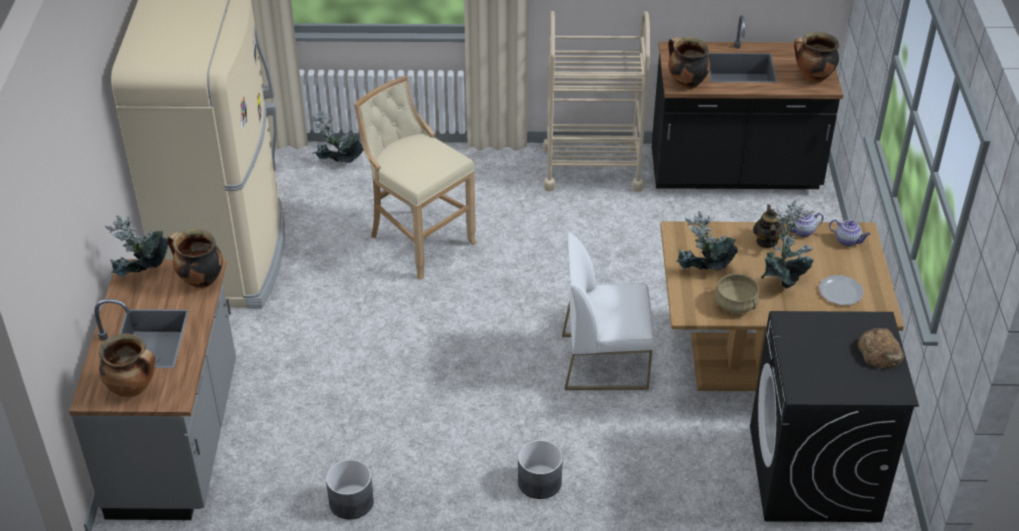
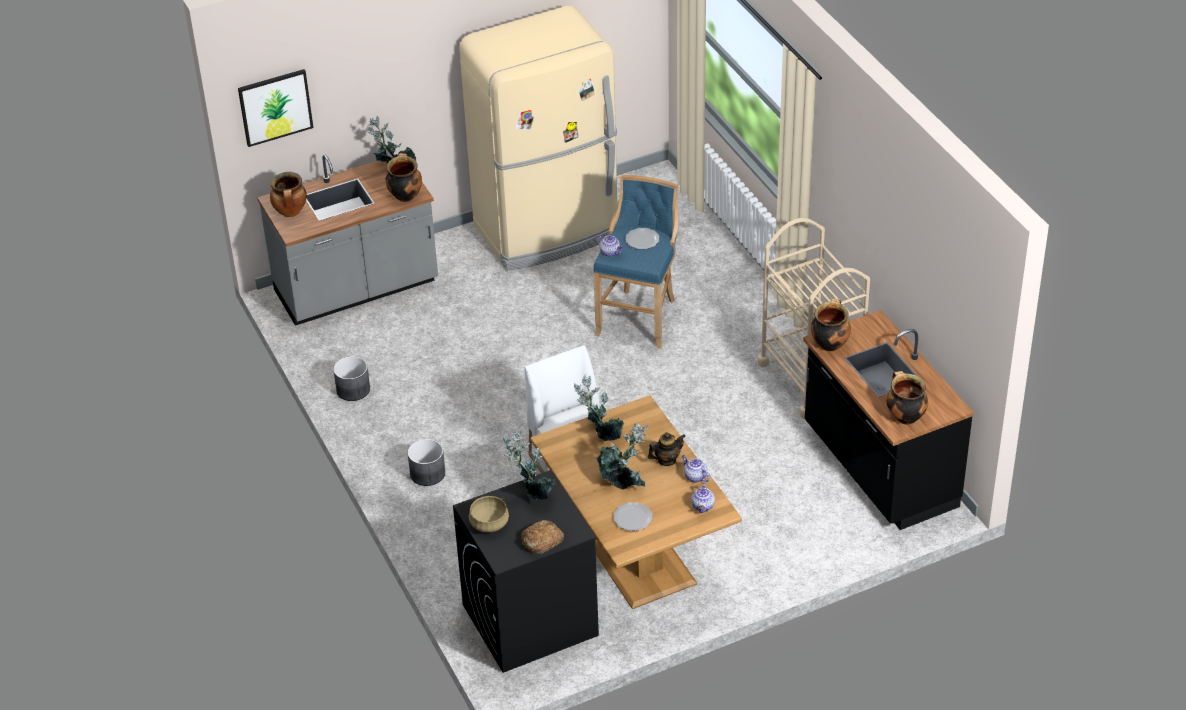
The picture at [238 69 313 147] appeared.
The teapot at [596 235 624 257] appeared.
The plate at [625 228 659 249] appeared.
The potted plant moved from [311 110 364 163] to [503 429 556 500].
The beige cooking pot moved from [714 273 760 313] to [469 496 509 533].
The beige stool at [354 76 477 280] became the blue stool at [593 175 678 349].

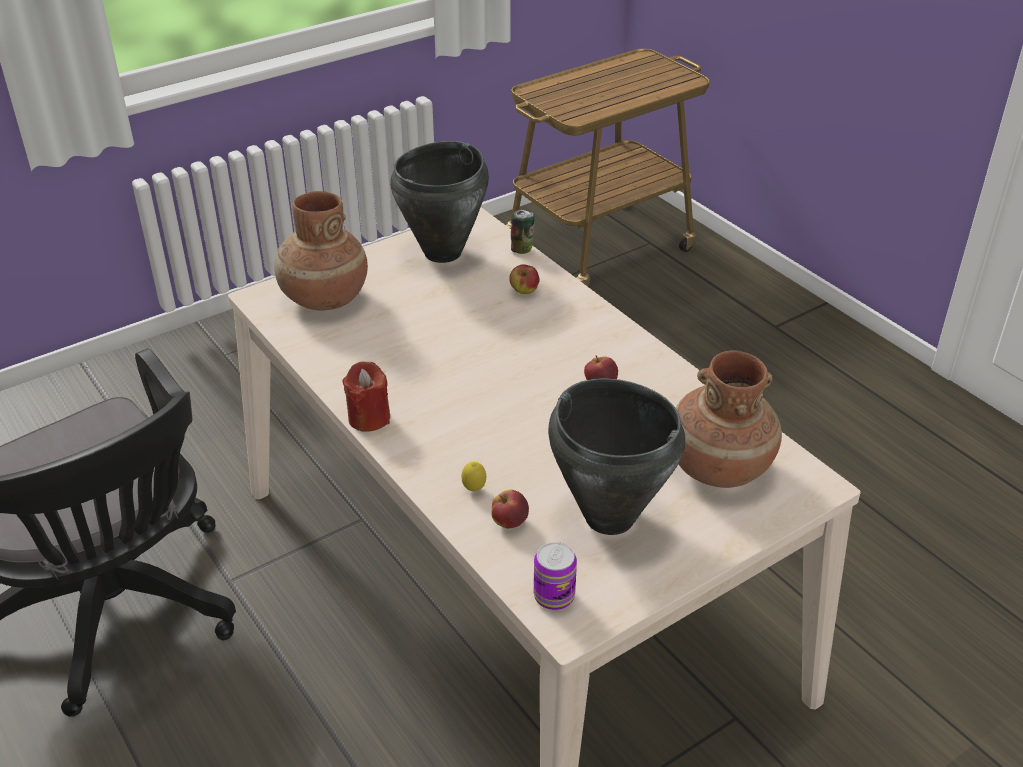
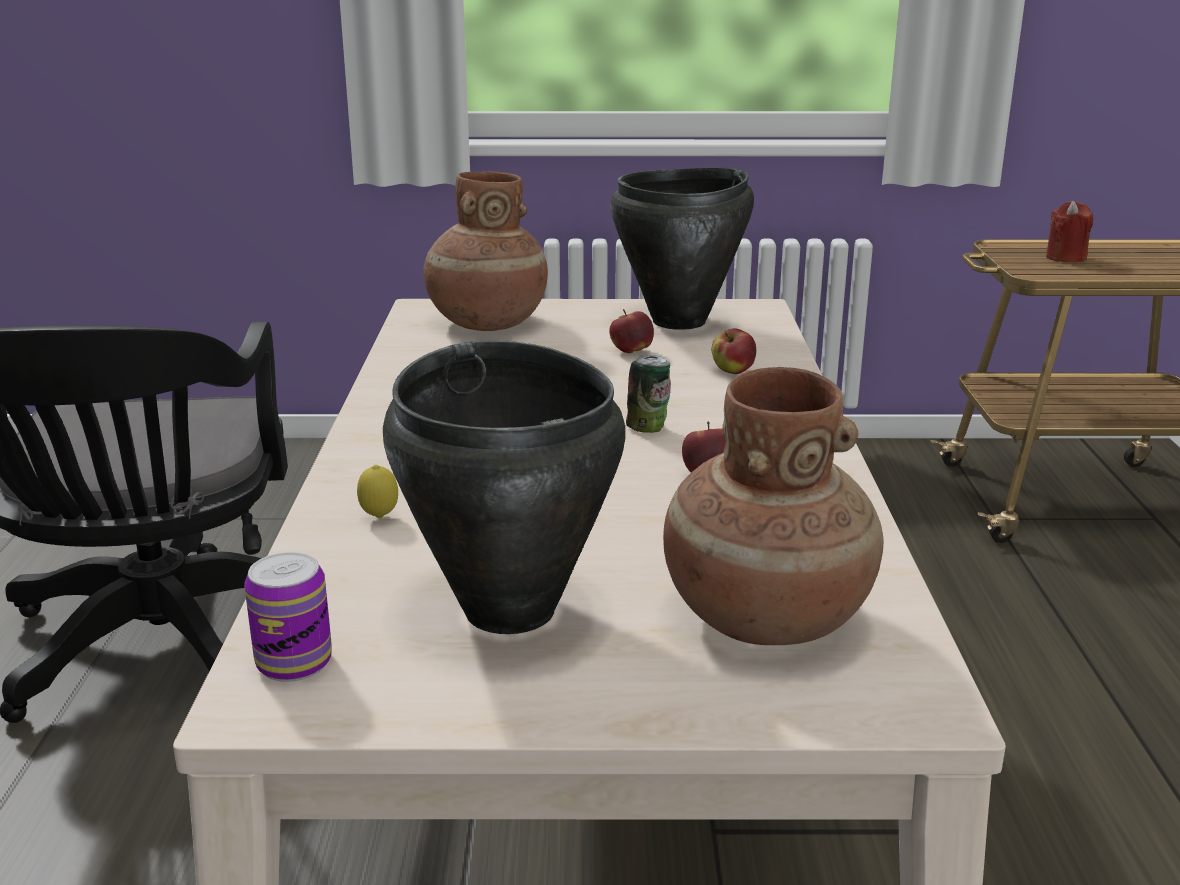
The red candle moved from [342 361 390 432] to [1046 200 1093 262].
The apple moved from [491 490 529 528] to [609 309 654 353].
The can moved from [511 210 535 254] to [626 355 671 433].

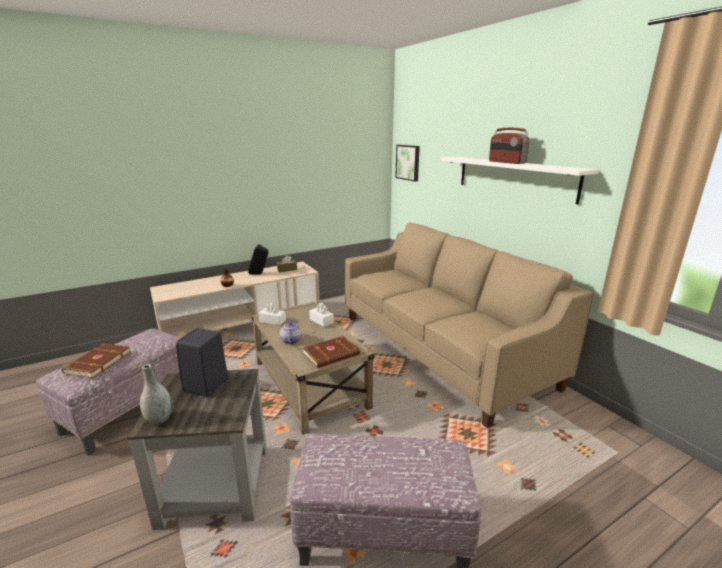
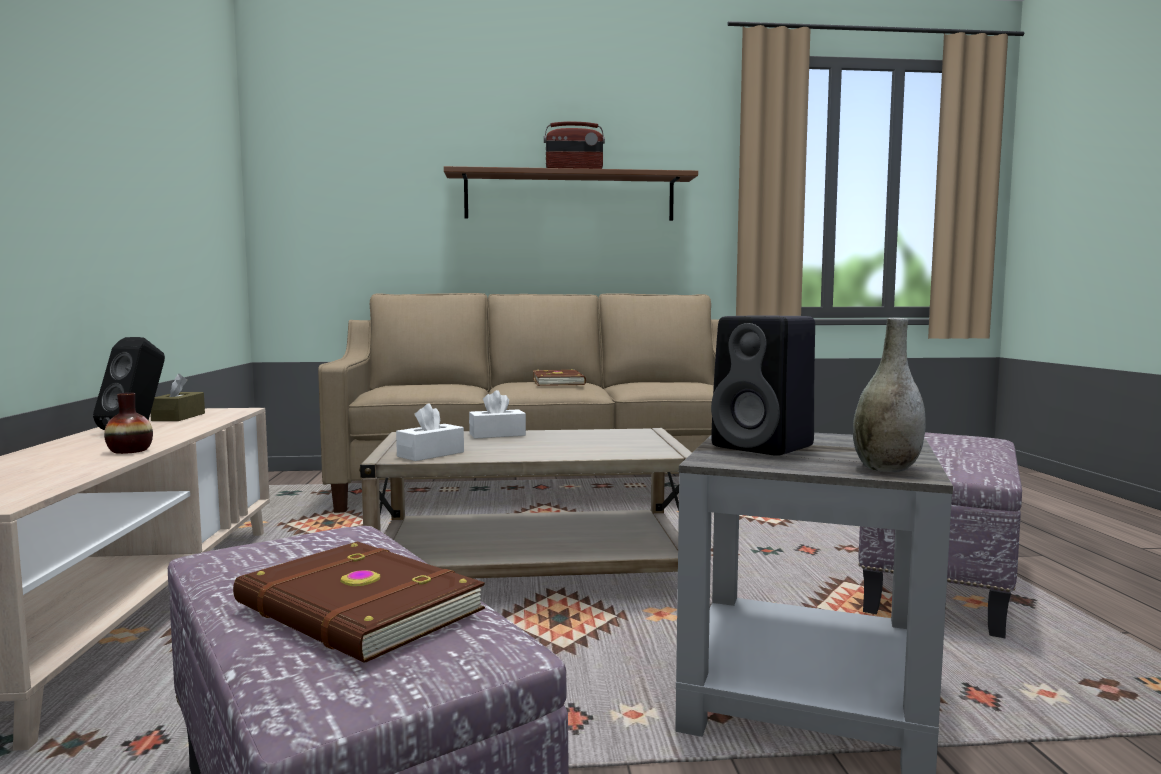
The teapot at [280 319 302 344] disappeared.
The picture at [395 145 420 182] disappeared.
The brown book moved from [303 336 360 368] to [533 369 586 386].
The white shelf at [440 157 599 204] became the brown shelf at [444 166 698 221].

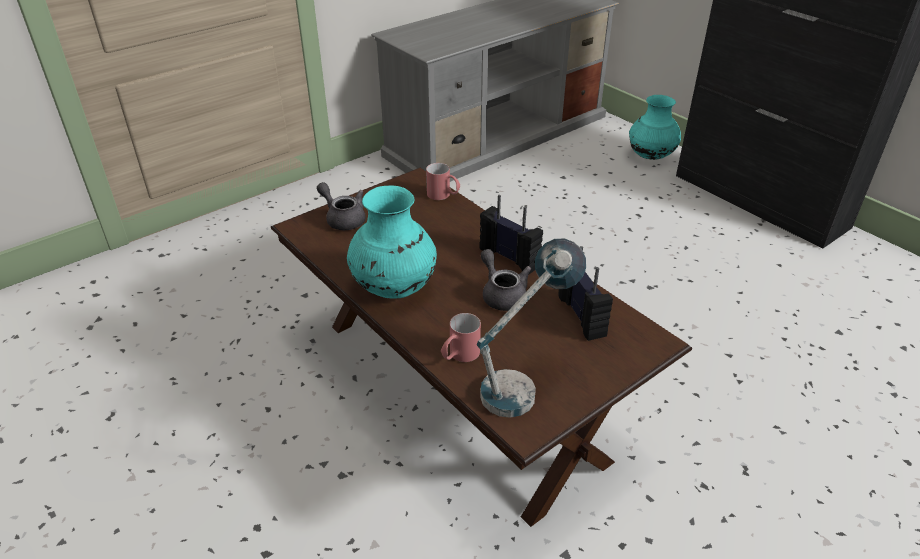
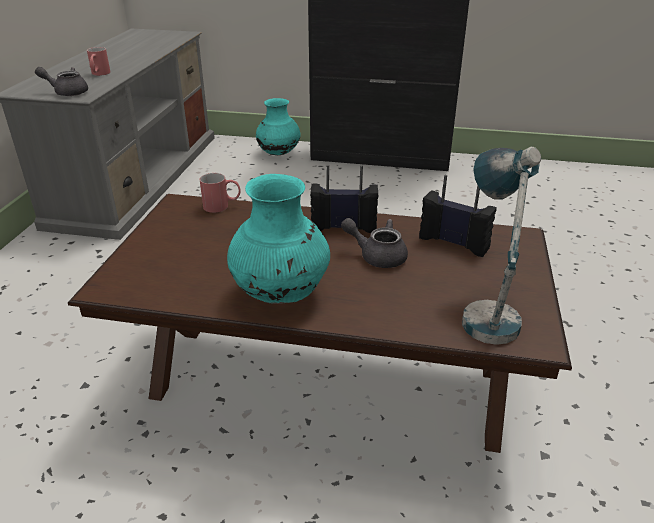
The grey teapot moved from [317 182 366 230] to [35 67 88 96].
The red mug moved from [441 313 481 362] to [87 47 110 76].

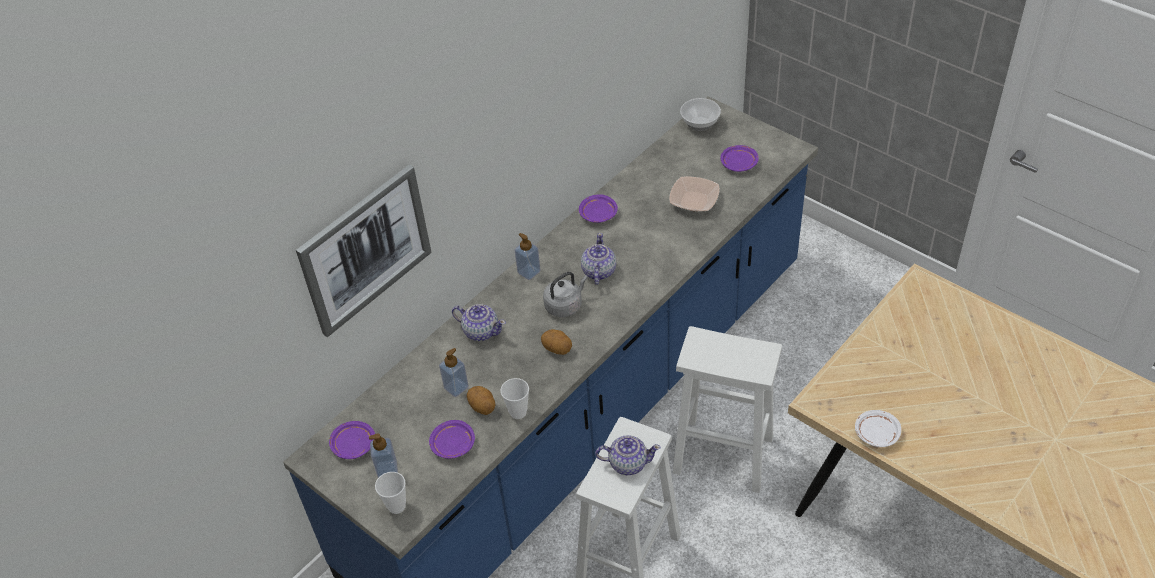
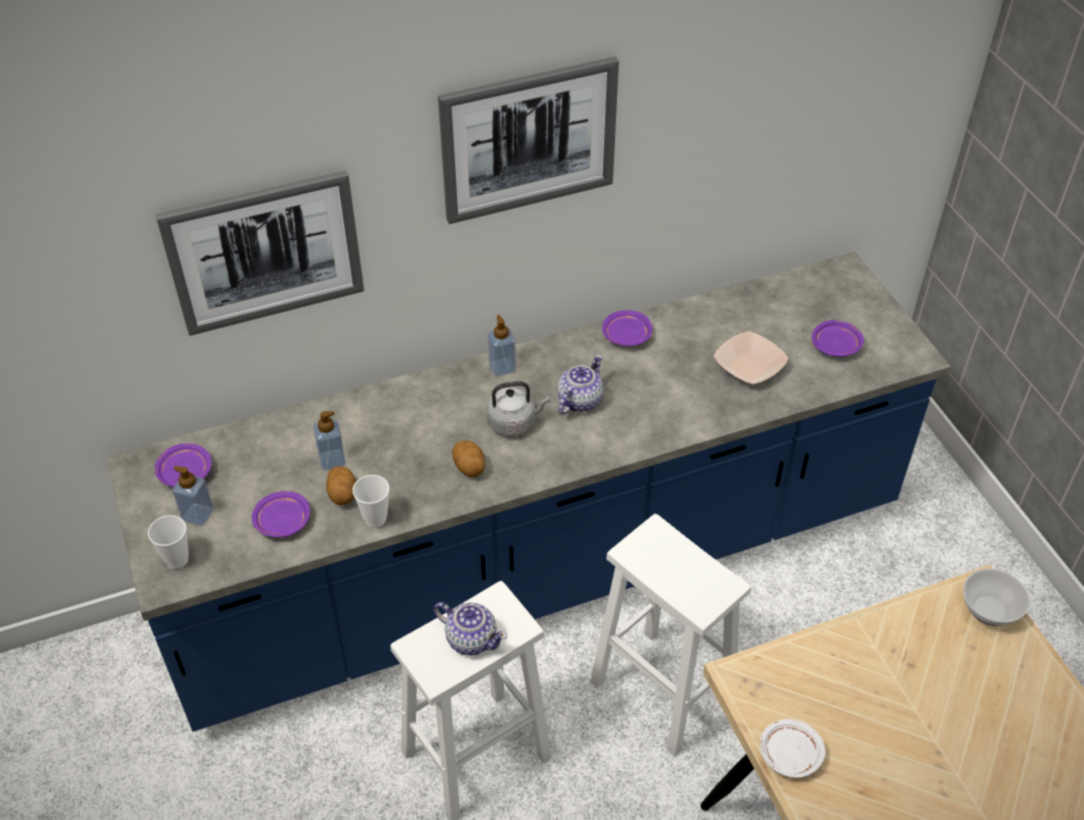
The teapot at [452 304 506 341] disappeared.
The picture at [438 56 619 224] appeared.
The bowl moved from [680 98 721 131] to [963 569 1030 626].

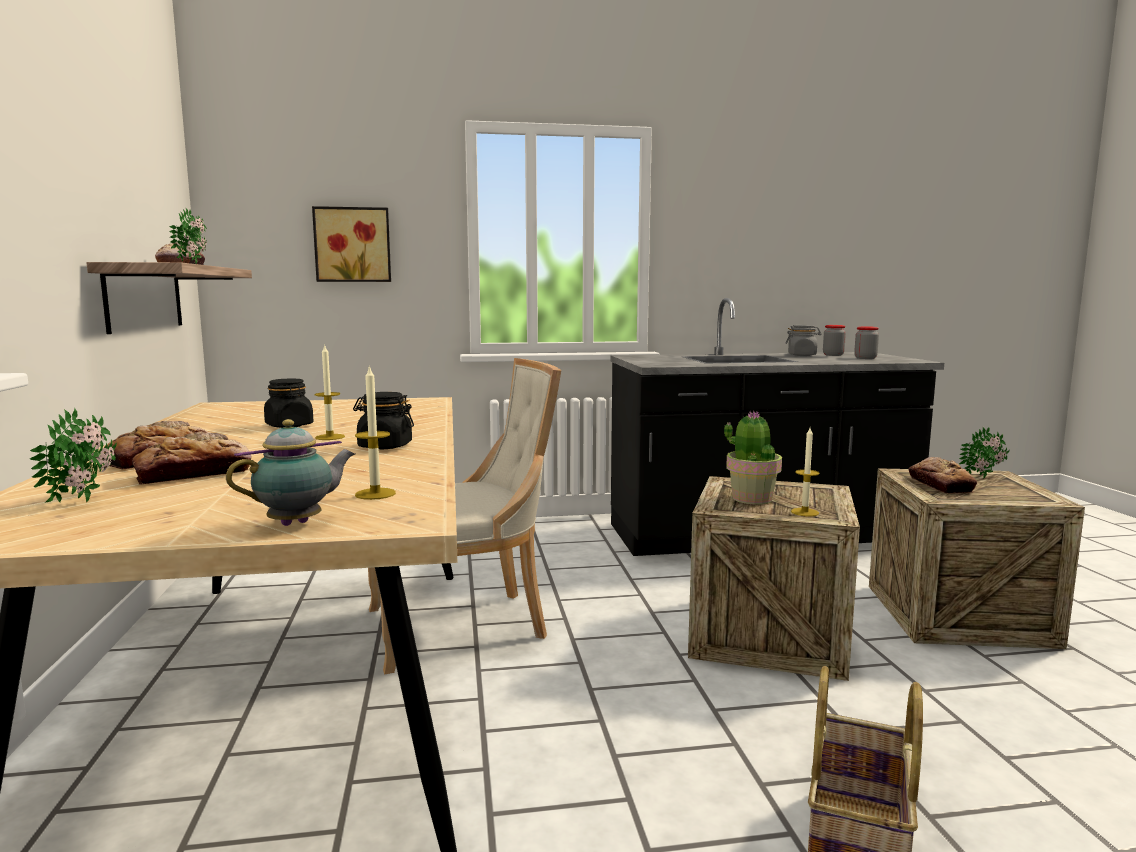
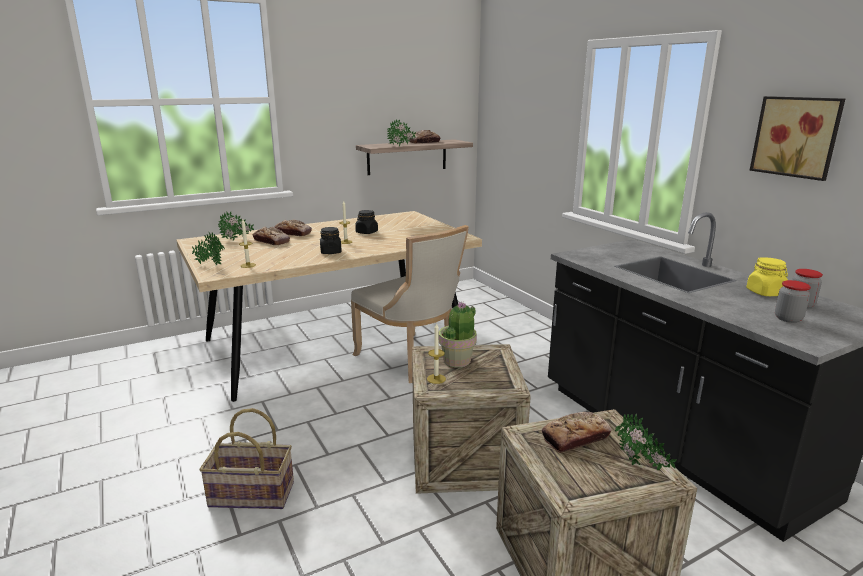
The picture moved from [312 206 391 282] to [749 96 845 181].
The teapot at [226 419 355 526] was replaced by the potted plant at [192 232 225 265].
The grey jar at [786 325 821 356] became the yellow jar at [746 257 788 296].

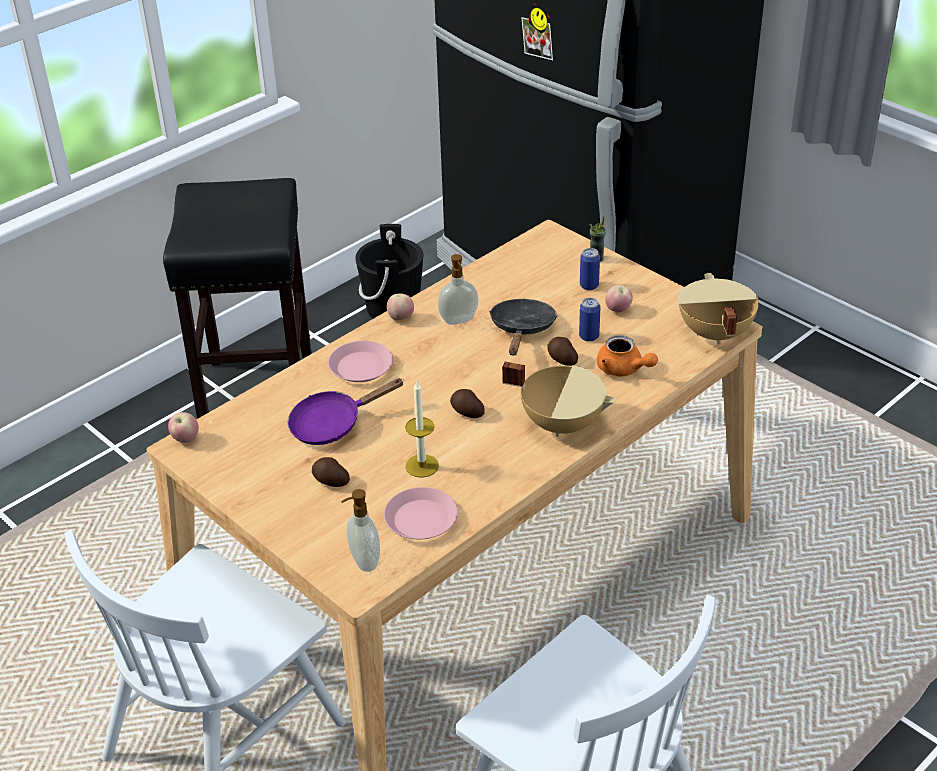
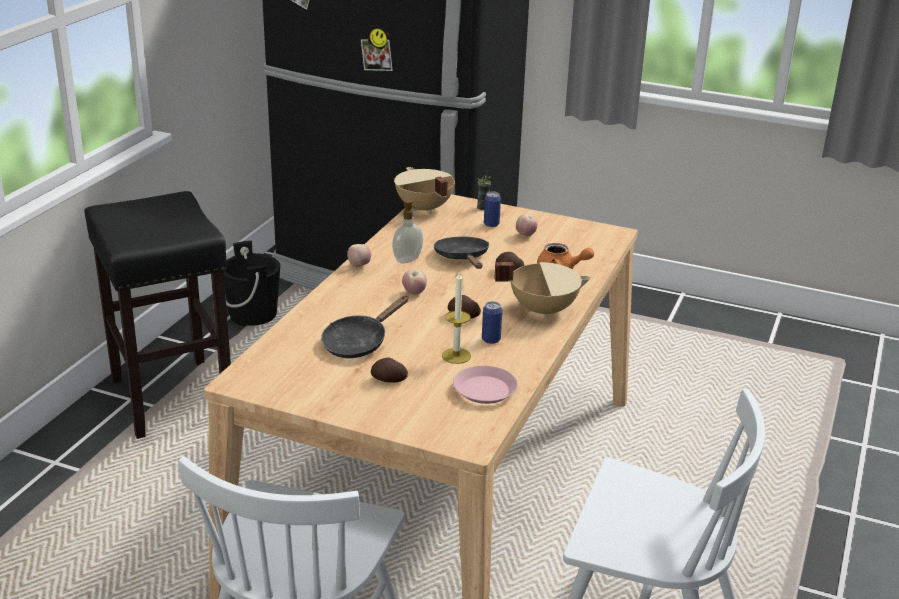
The pink plate at [328 341 393 382] disappeared.
The soap dispenser at [341 489 380 572] disappeared.
The apple moved from [168 412 199 443] to [402 269 427 294].
The can moved from [579 298 601 342] to [482 301 502 344].
The beige cooking pot moved from [678 273 758 344] to [394 167 455 214].
The purple frying pan at [288 378 404 445] became the black frying pan at [321 296 408 358].

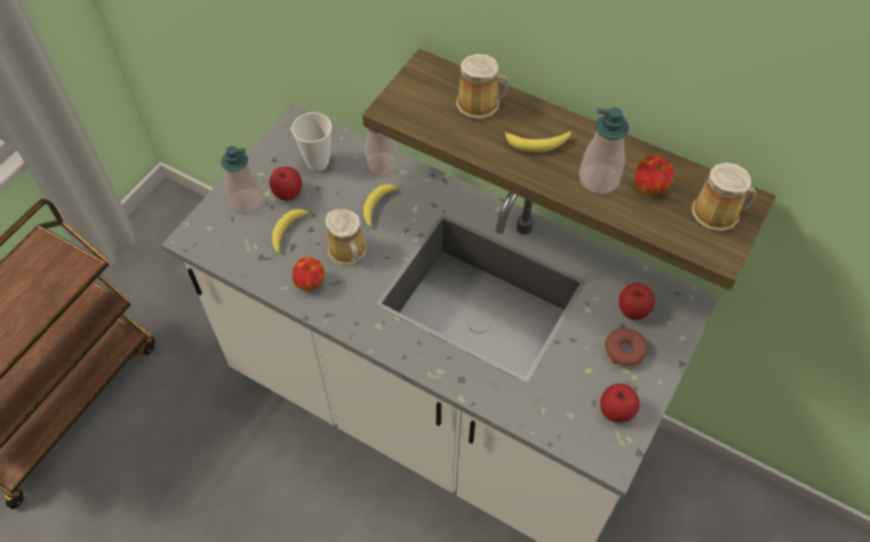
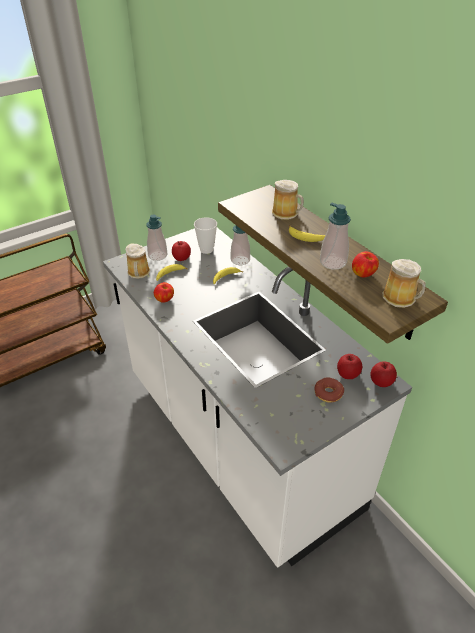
The mug moved from [325 209 367 265] to [125 244 150 279].
The apple moved from [600 384 640 423] to [370 361 397 387].

